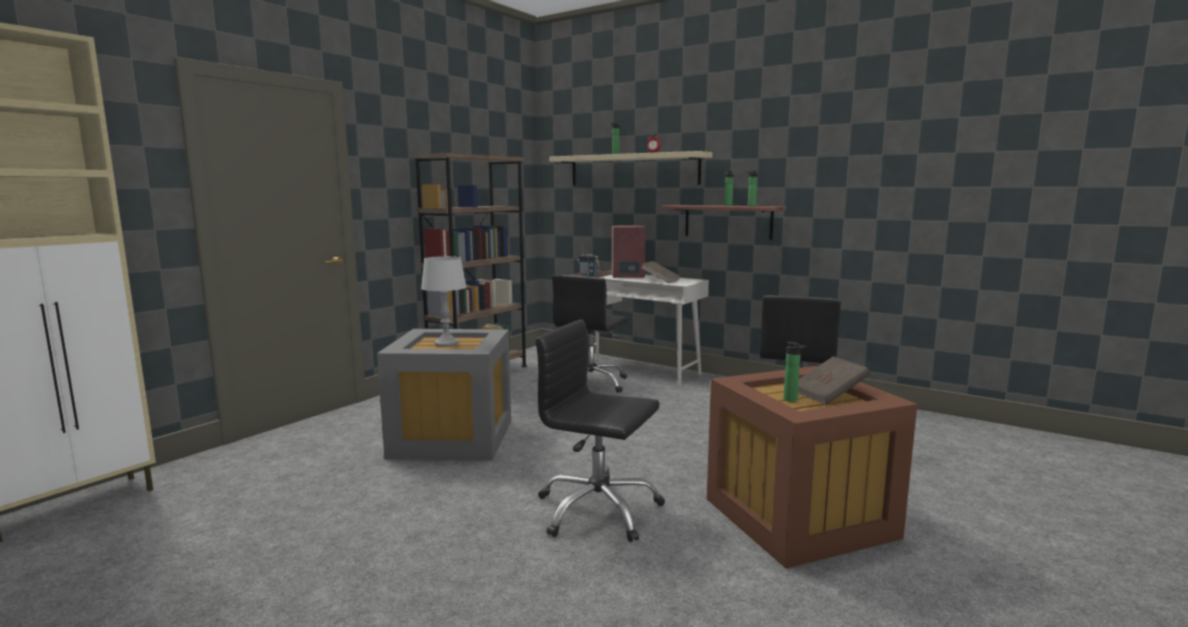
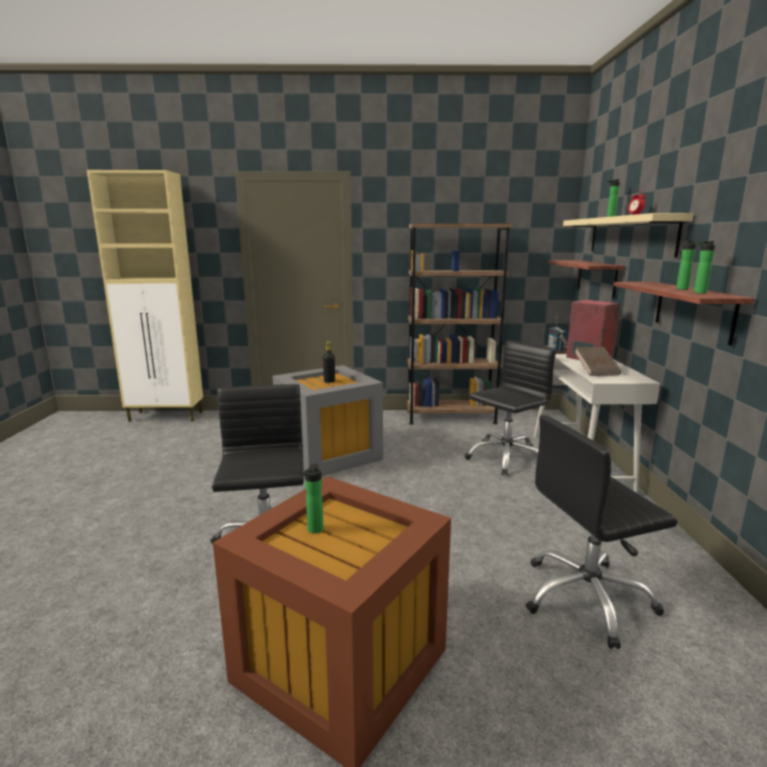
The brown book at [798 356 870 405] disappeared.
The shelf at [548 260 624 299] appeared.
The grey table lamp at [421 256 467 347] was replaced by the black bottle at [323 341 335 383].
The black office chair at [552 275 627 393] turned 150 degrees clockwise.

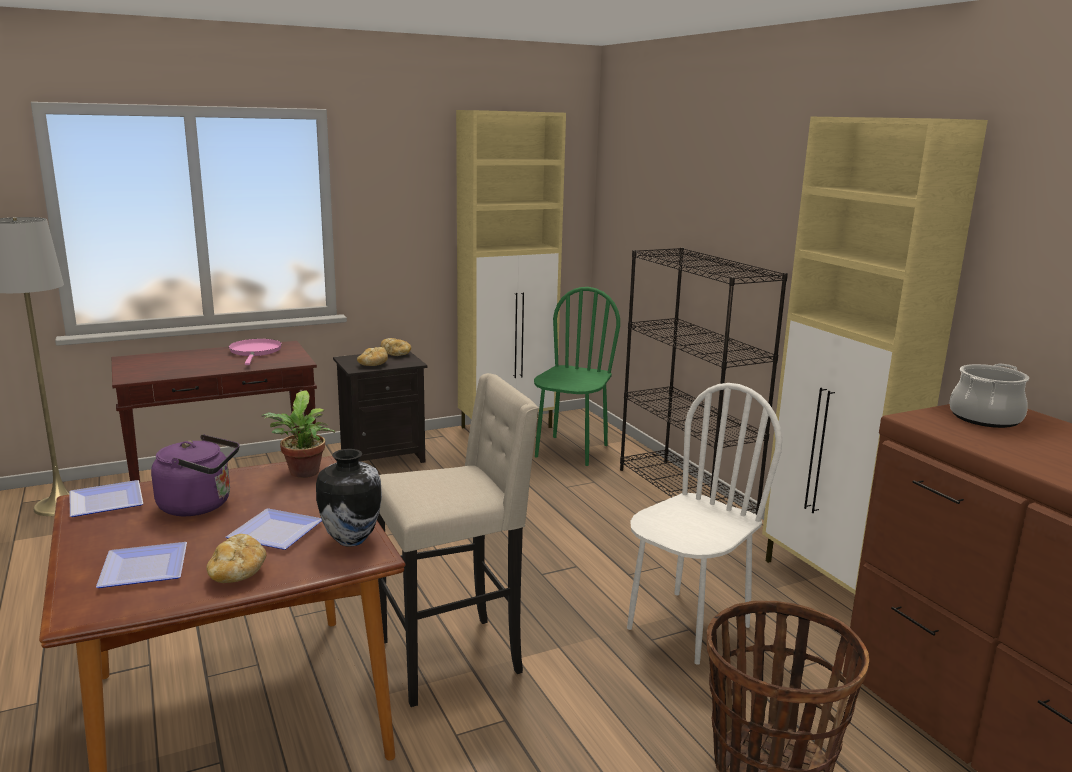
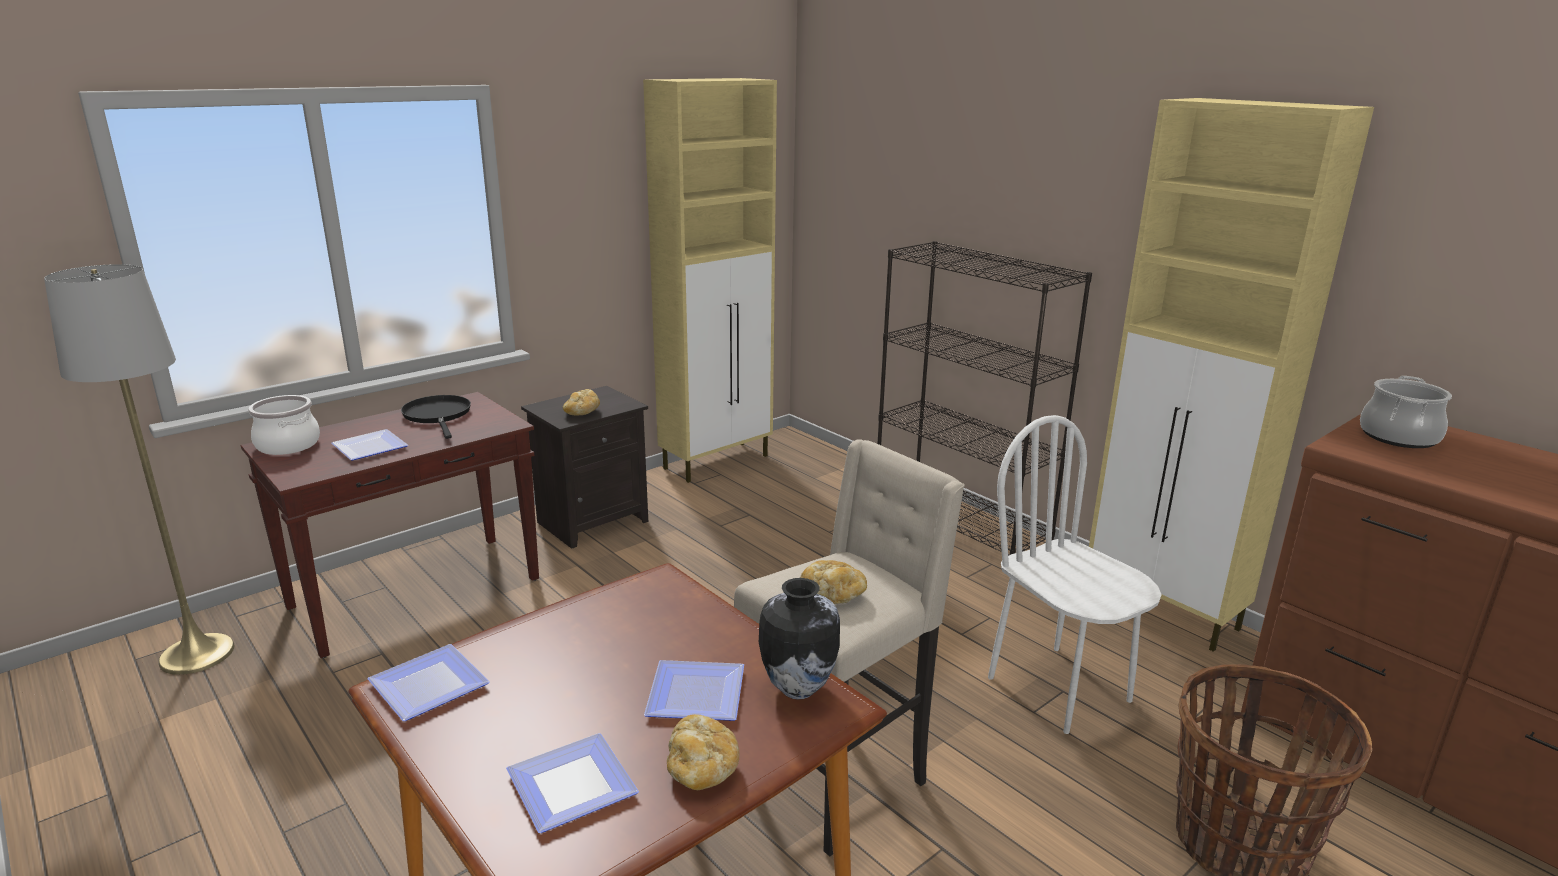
The purple kettle at [151 434 239 516] disappeared.
The potted plant at [262 391 335 478] disappeared.
The green chair at [534 287 620 466] disappeared.
The cooking pot at [248 395 320 455] appeared.
The plate at [332 429 408 461] appeared.
The bread moved from [380 338 411 356] to [800 560 867 604].
The pink frying pan at [229 339 282 365] became the black frying pan at [401 395 471 439].
The white chair at [627 383 782 665] turned 60 degrees counterclockwise.

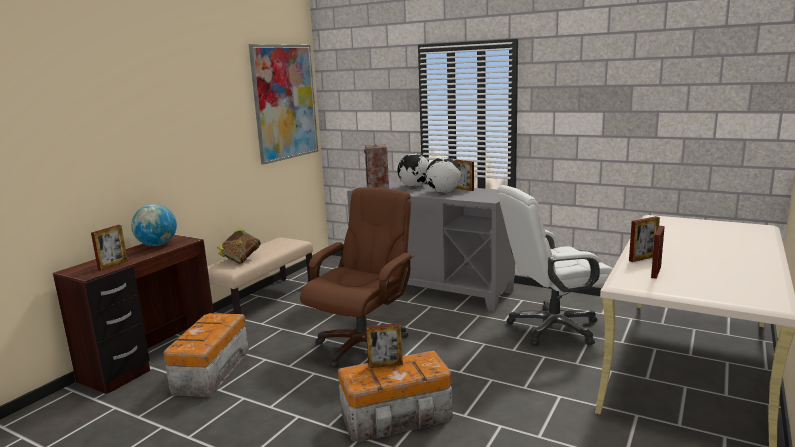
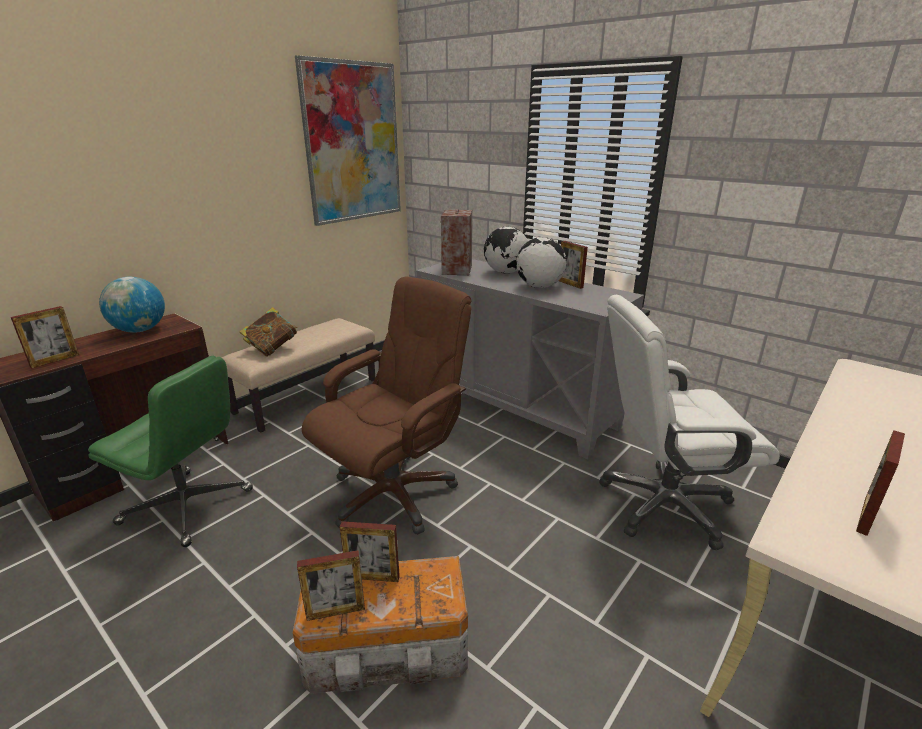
The picture frame moved from [629 216 660 262] to [297 550 365 621].
The storage box at [164 313 249 397] was replaced by the green office chair at [88 356 253 547].

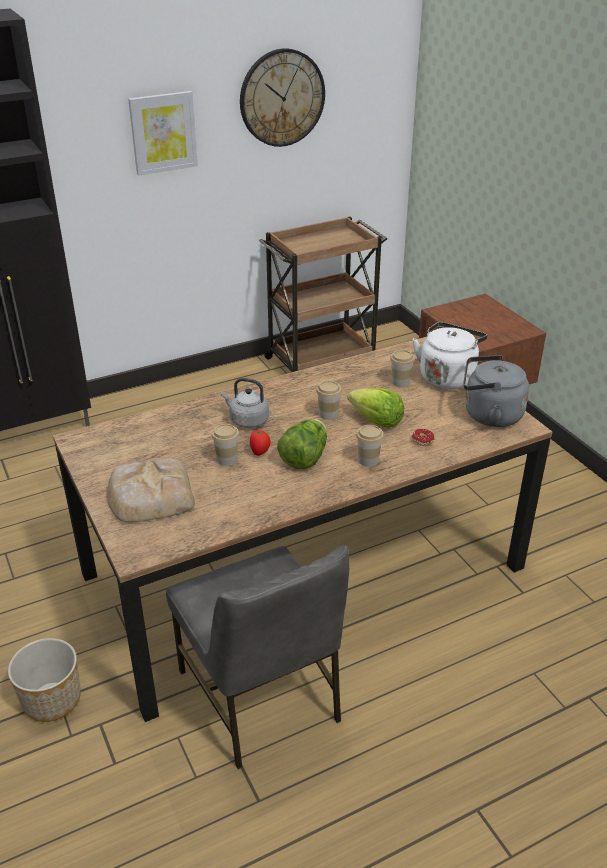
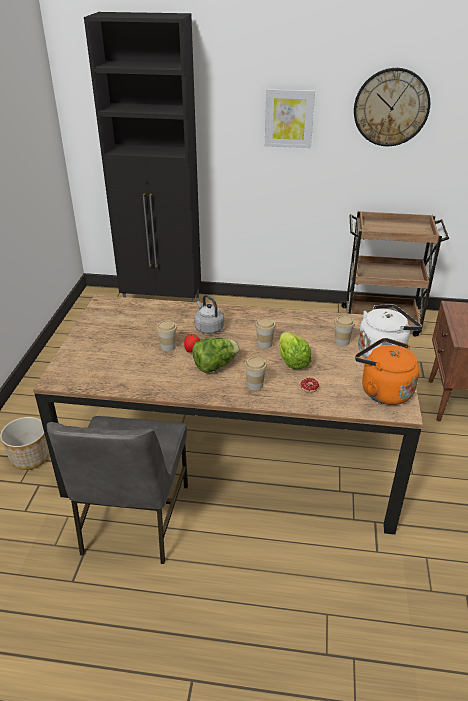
The bread at [107 458 195 522] disappeared.
The grey kettle at [464 355 529 427] became the orange kettle at [355 338 420 405].

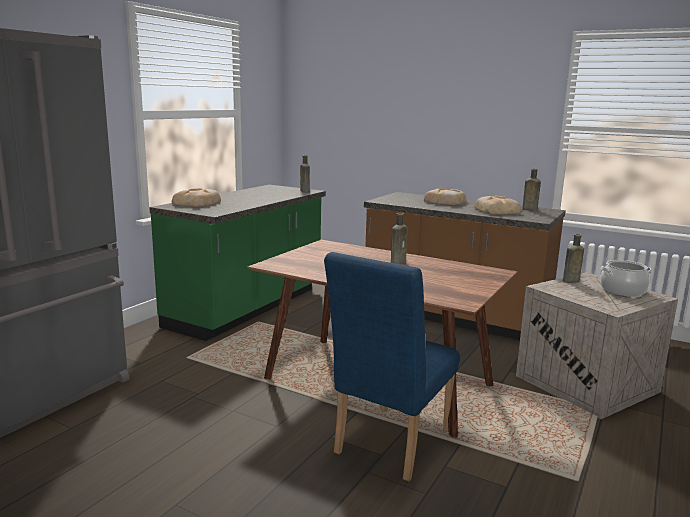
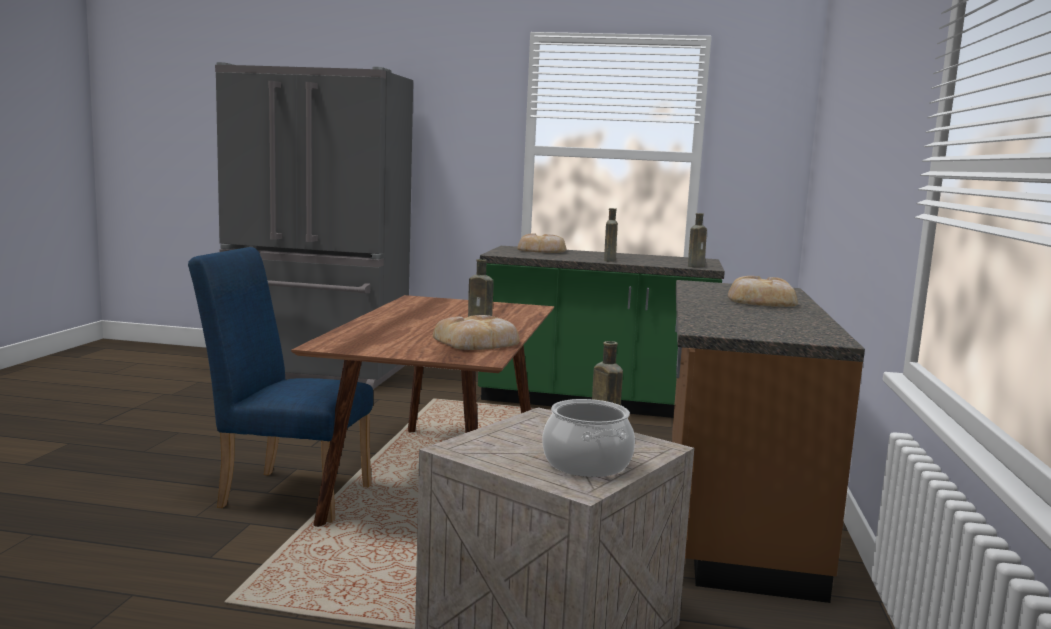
The bread moved from [474 196 521 215] to [433 315 520 350].
The brown bottle moved from [522 169 541 211] to [604 208 618 262].

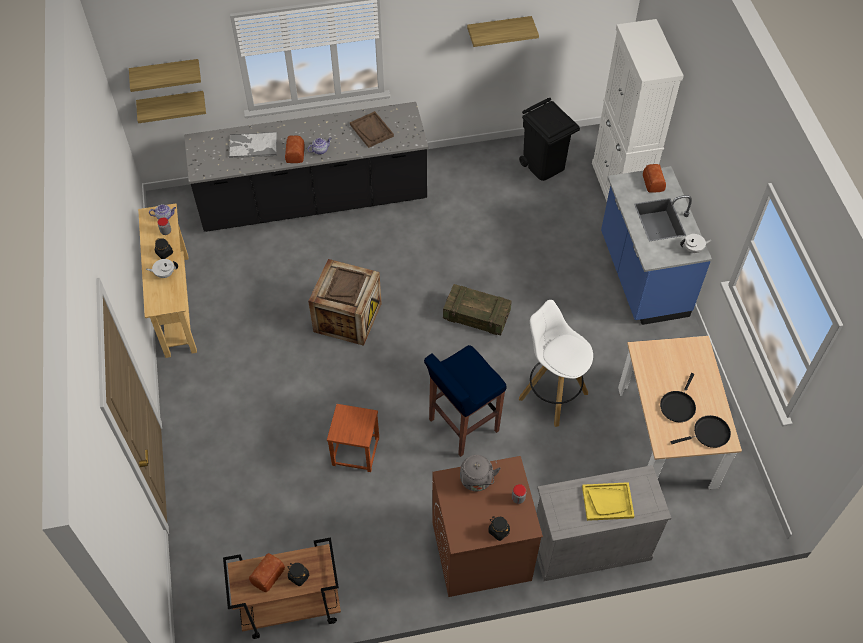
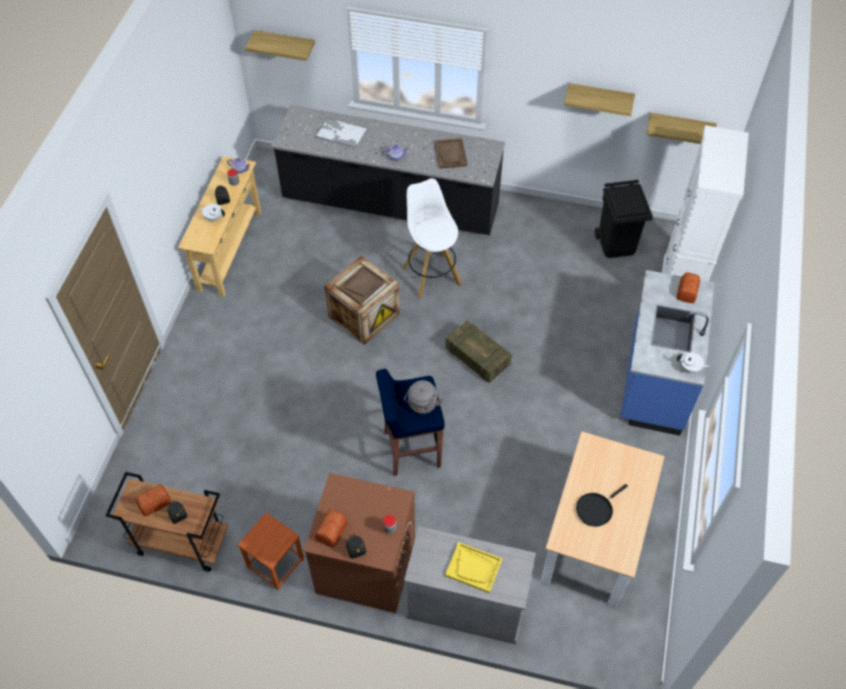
The black frying pan at [671 415 731 448] disappeared.
The shelf moved from [136 91 206 123] to [646 113 717 144].
The bread moved from [285 136 305 163] to [315 509 348 547].
The brown stool moved from [327 404 379 472] to [238 512 304 590].
The grey kettle moved from [460 455 501 492] to [404 380 443 414].
The white stool moved from [519 300 593 427] to [402 178 462 299].

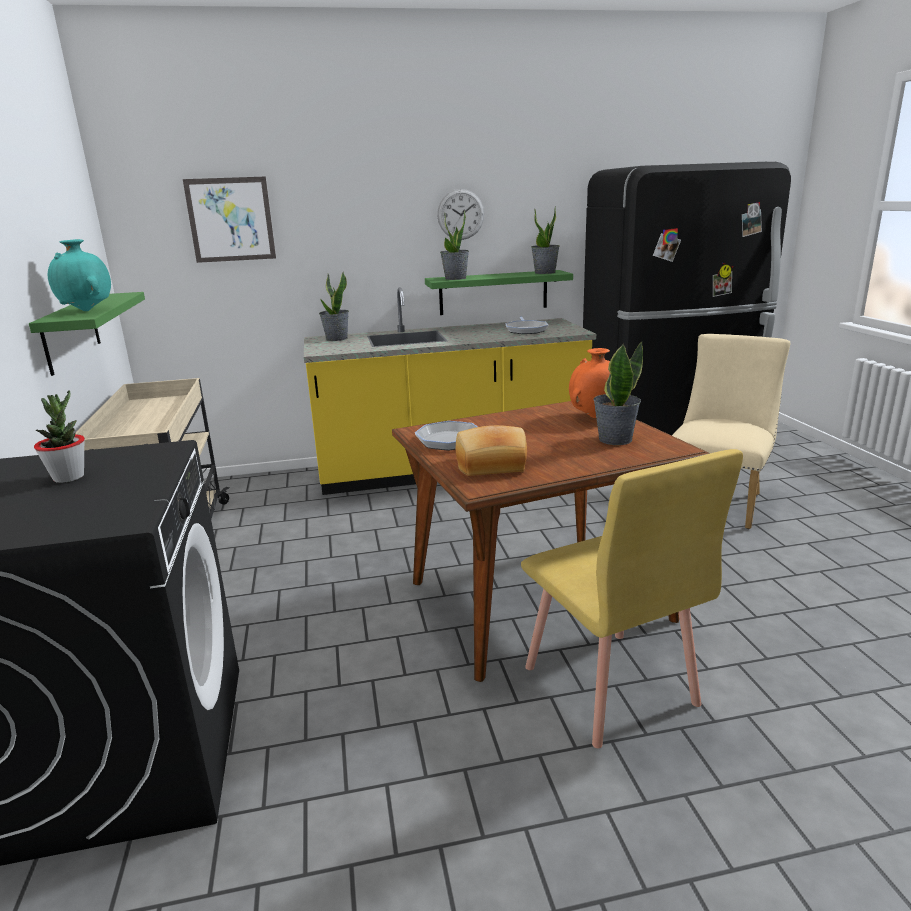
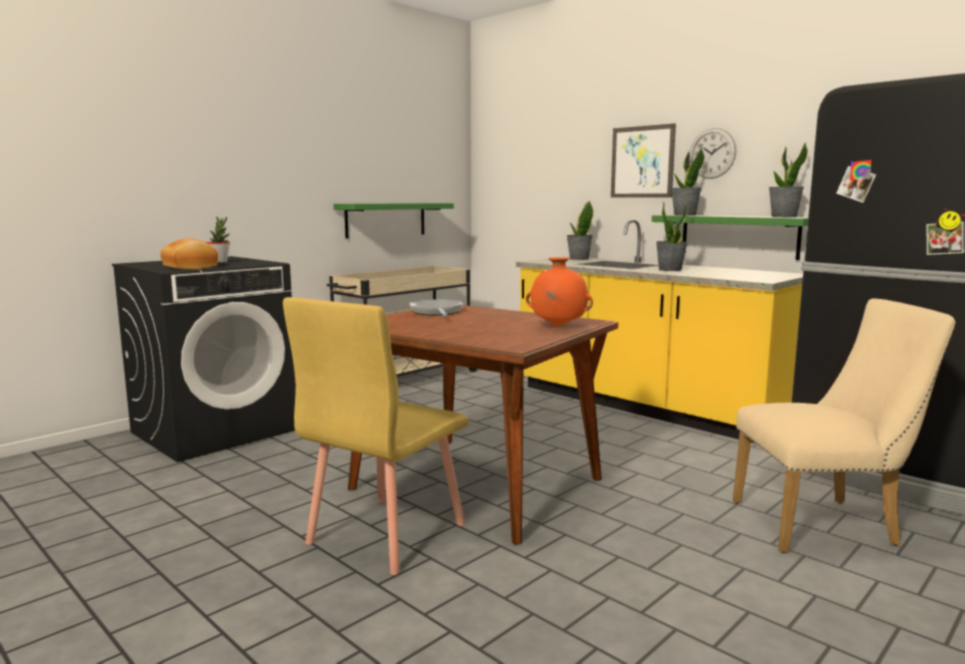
The turquoise vase at [48 239 111 311] disappeared.
The frying pan at [505 316 548 334] disappeared.
The picture moved from [183 177 276 263] to [611 123 676 198].
The bread moved from [456 425 527 476] to [160 238 218 269].
The potted plant moved from [593 342 643 445] to [656 201 688 271].

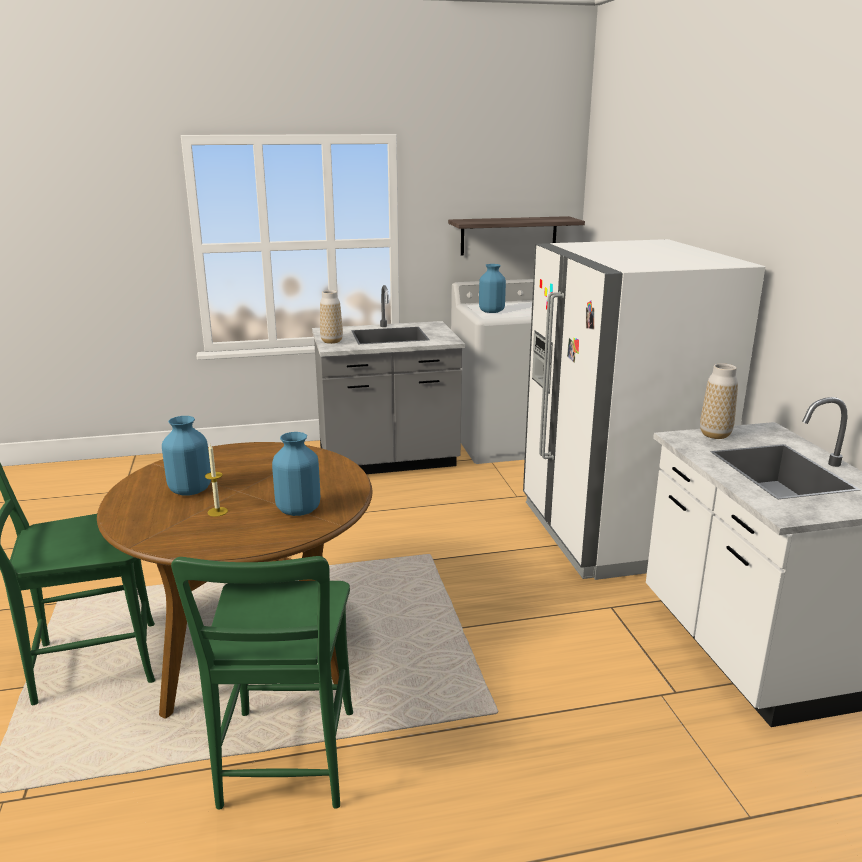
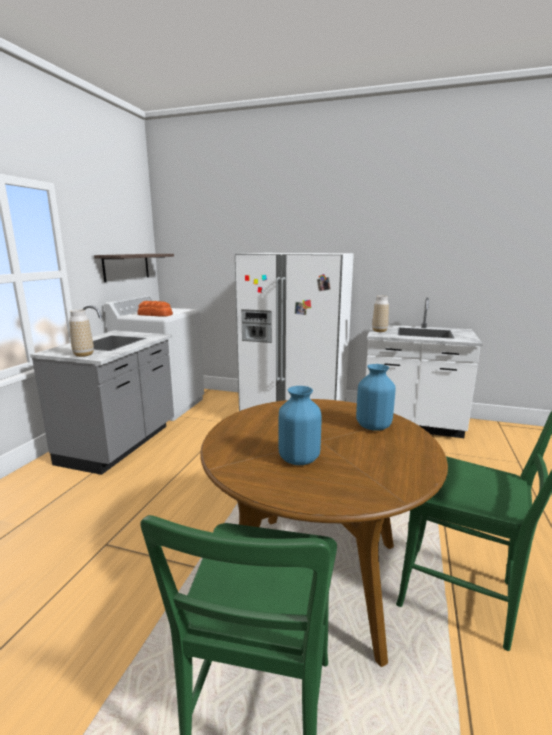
The candle at [205 444 228 517] disappeared.
The blue vase at [479 264 506 313] was replaced by the bread at [137 301 173 317].

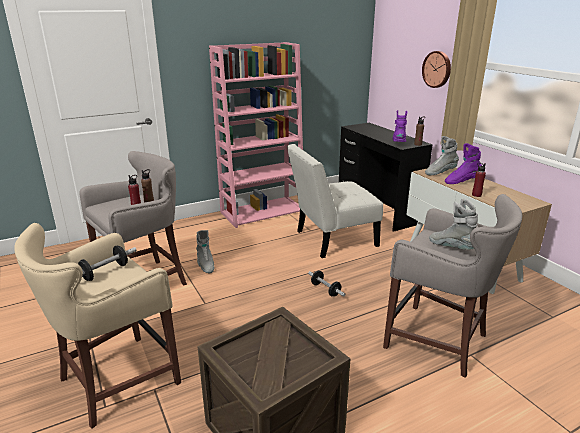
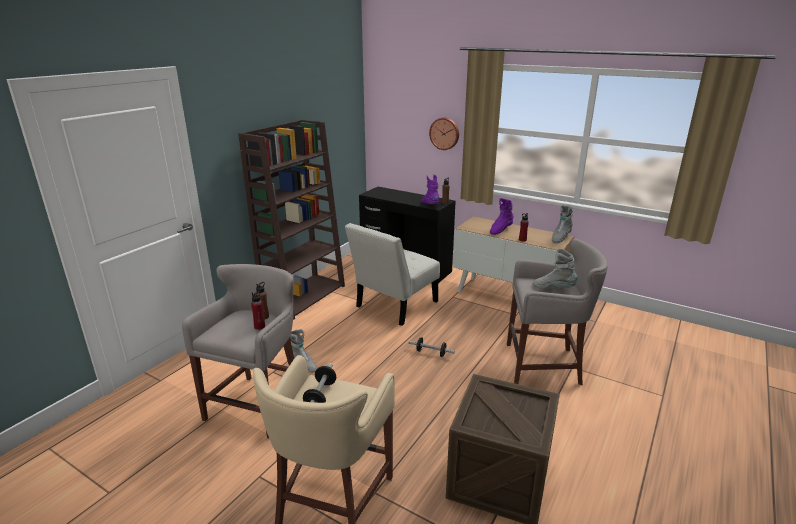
The grey boot moved from [425 136 459 176] to [552 205 573 243].
The pink bookcase at [209 42 303 228] became the brown bookcase at [238 120 345 320].

